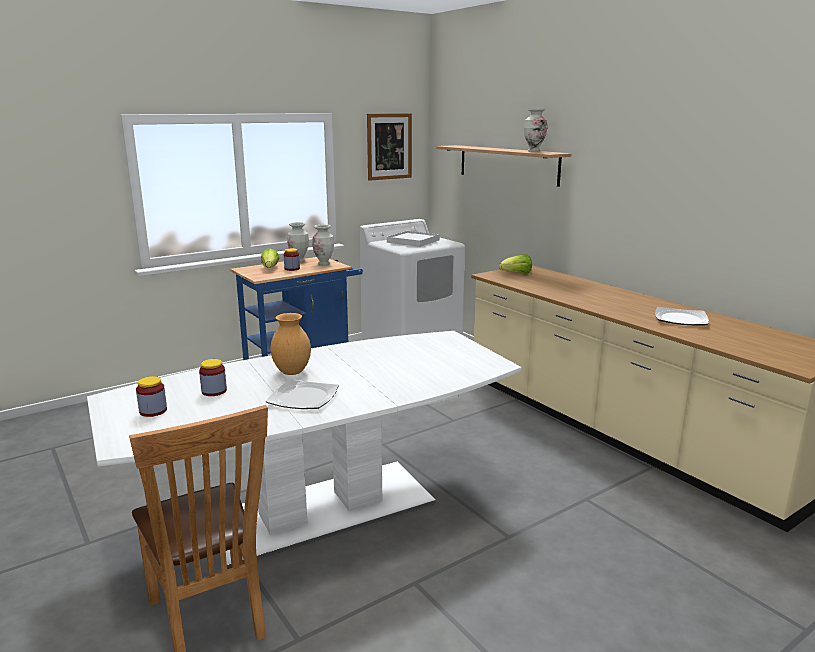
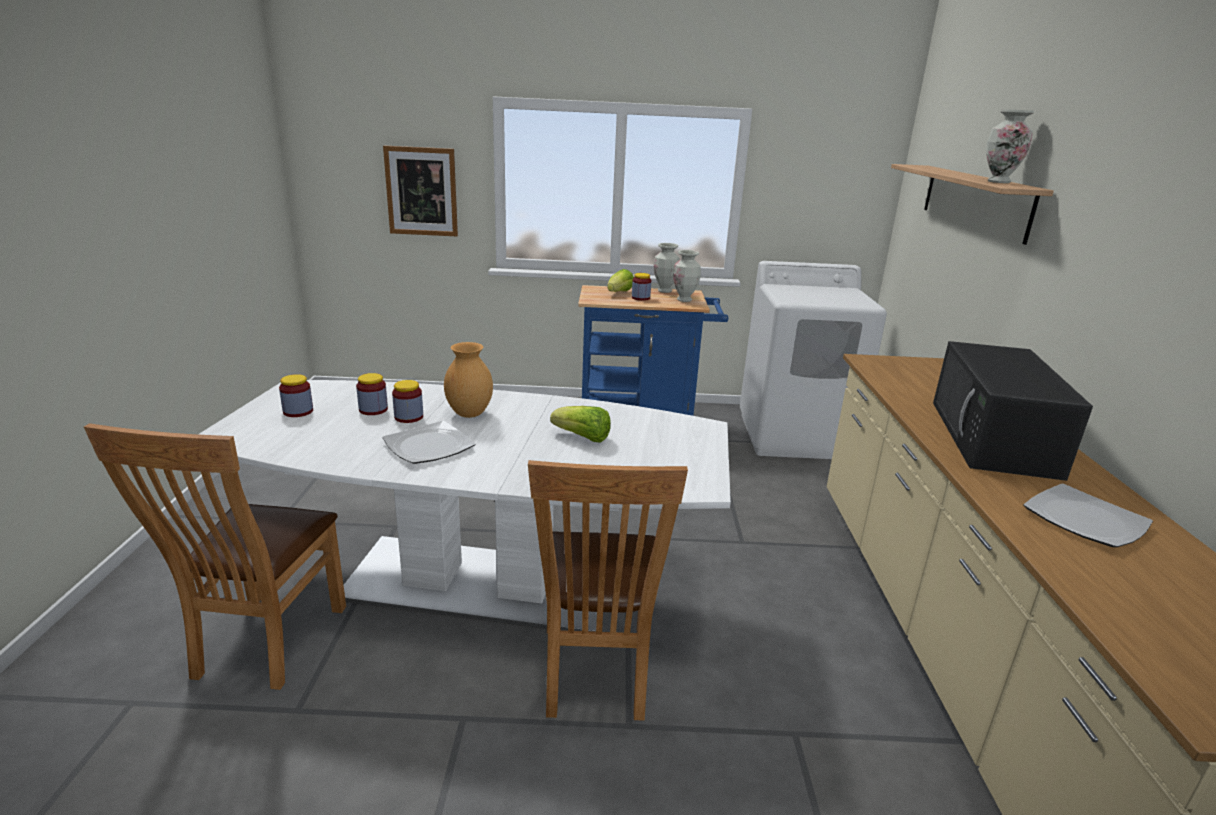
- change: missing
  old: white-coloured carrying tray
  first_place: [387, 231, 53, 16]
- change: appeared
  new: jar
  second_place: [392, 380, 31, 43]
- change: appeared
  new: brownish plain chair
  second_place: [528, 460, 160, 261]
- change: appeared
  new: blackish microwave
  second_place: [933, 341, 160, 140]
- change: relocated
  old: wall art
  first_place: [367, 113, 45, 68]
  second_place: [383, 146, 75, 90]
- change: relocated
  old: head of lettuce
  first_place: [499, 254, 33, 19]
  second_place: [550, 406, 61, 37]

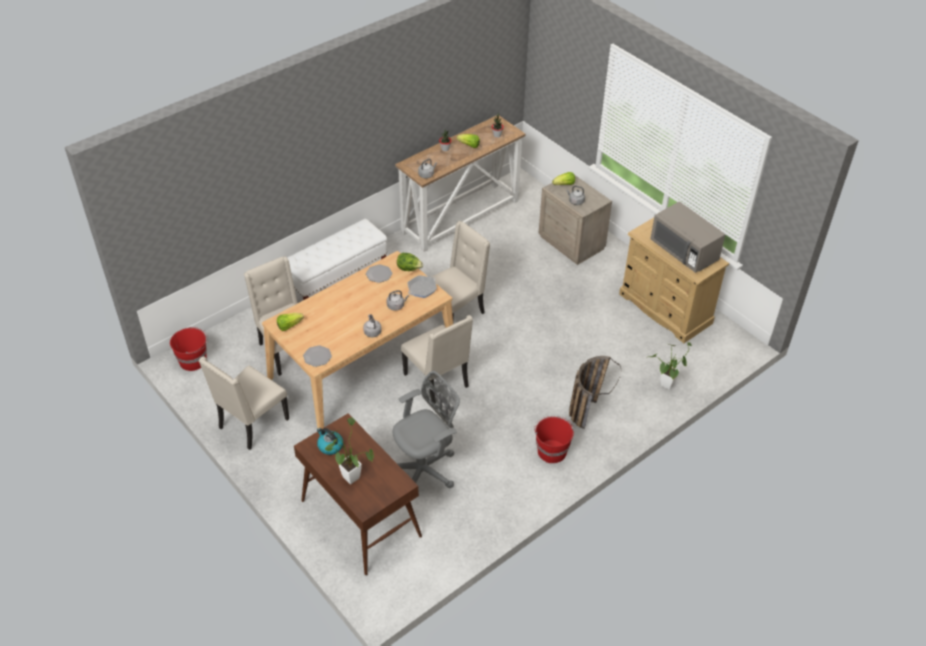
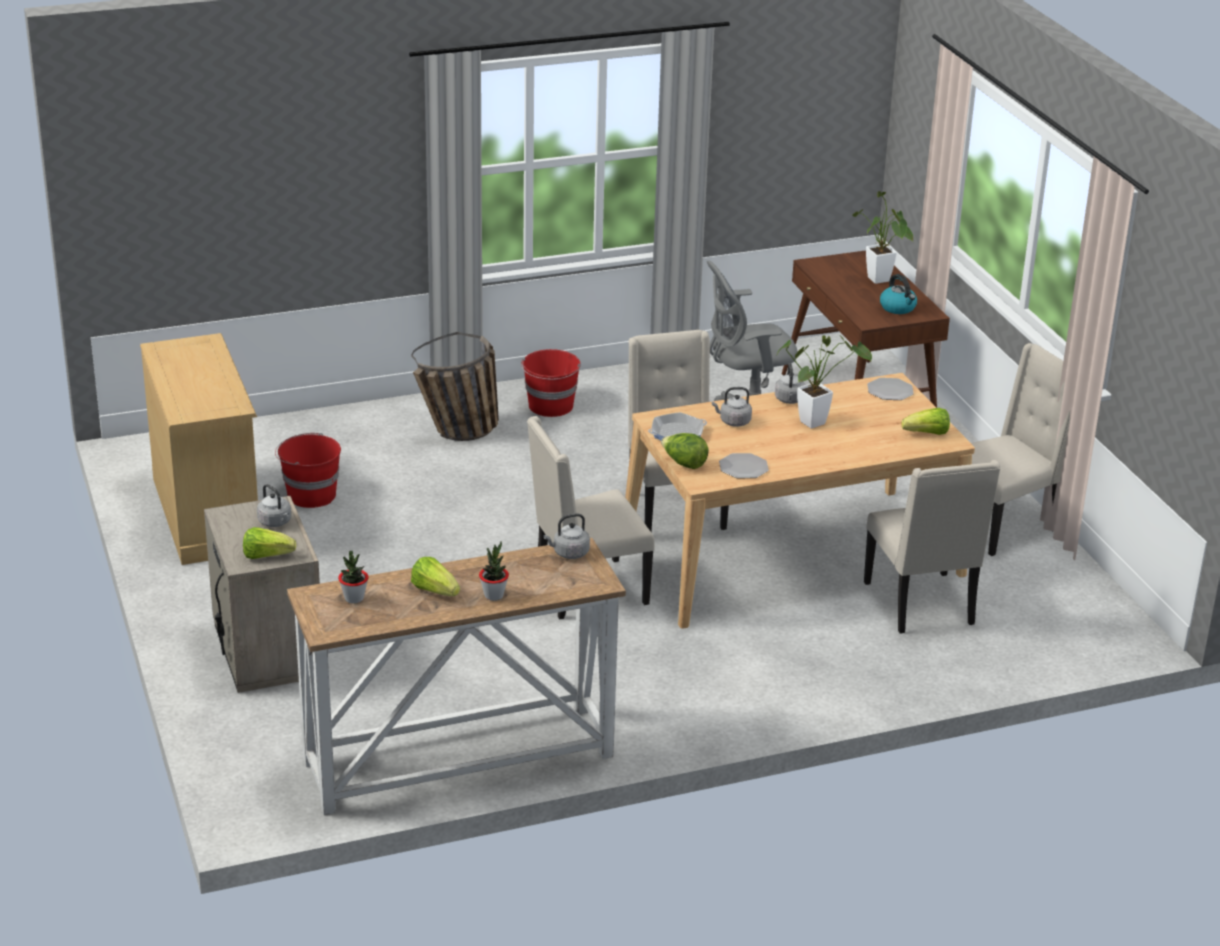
- change: missing
  old: white-coloured bench
  first_place: [287, 219, 100, 81]
- change: missing
  old: greyish microwave
  first_place: [650, 202, 75, 71]
- change: relocated
  old: reddish water bucket
  first_place: [170, 327, 38, 44]
  second_place: [275, 433, 66, 75]
- change: relocated
  old: potted plant
  first_place: [649, 342, 43, 48]
  second_place: [777, 335, 95, 94]

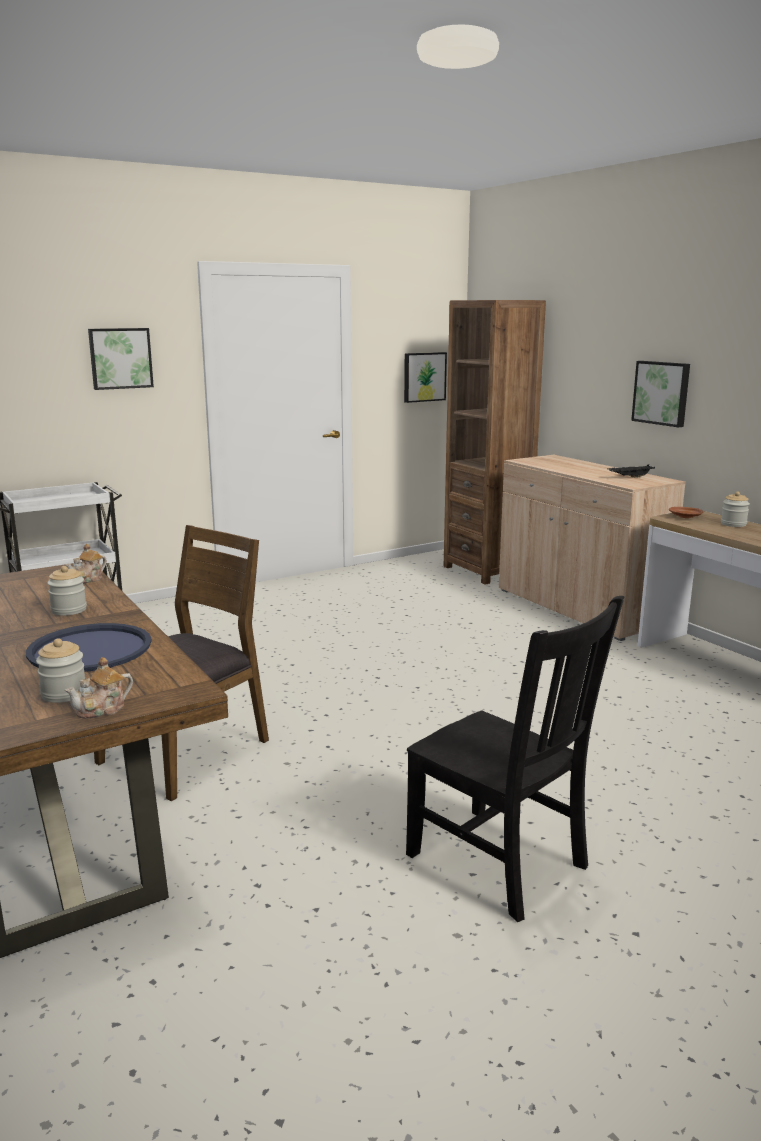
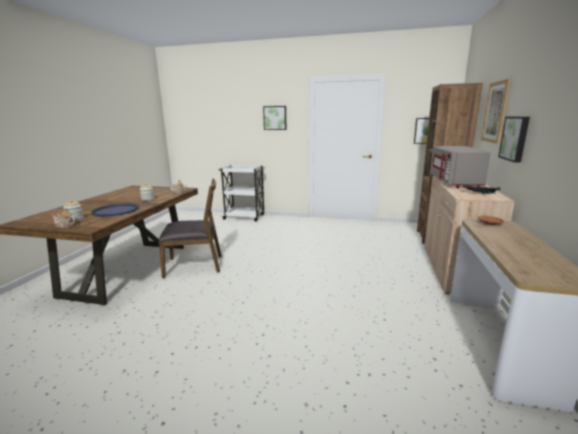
- change: missing
  old: blackish plain chair
  first_place: [406, 596, 218, 326]
- change: missing
  old: jar
  first_place: [721, 492, 29, 35]
- change: appeared
  new: greyish microwave
  second_place: [430, 146, 61, 42]
- change: appeared
  new: wall art
  second_place: [481, 79, 30, 65]

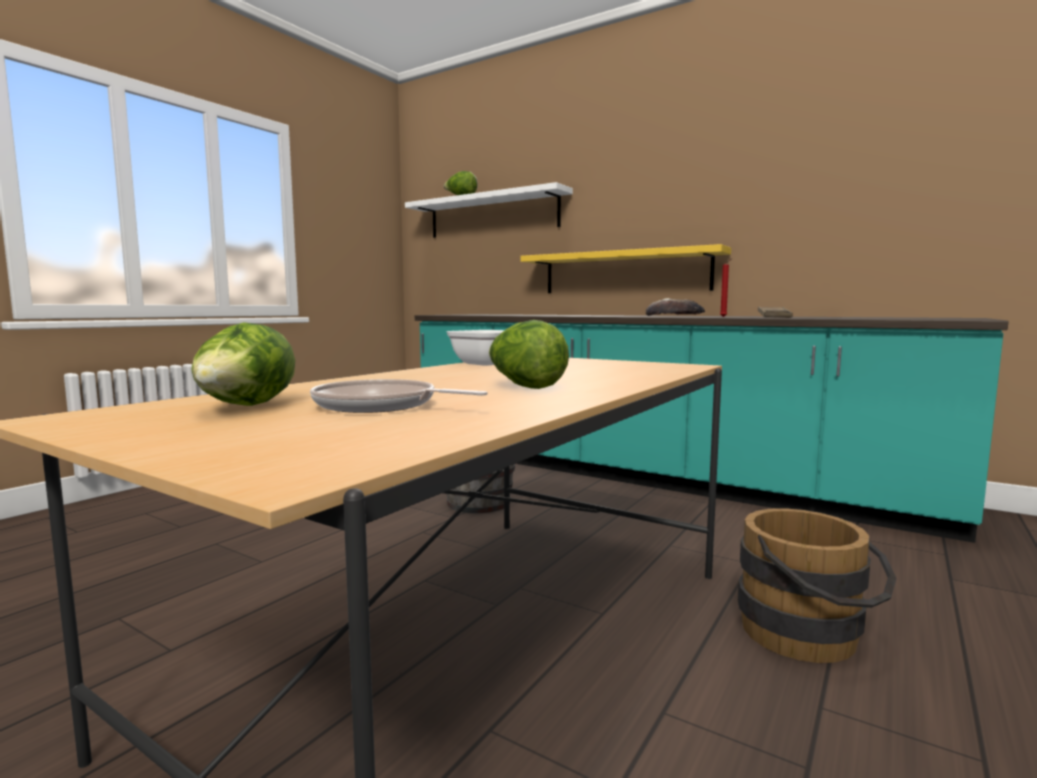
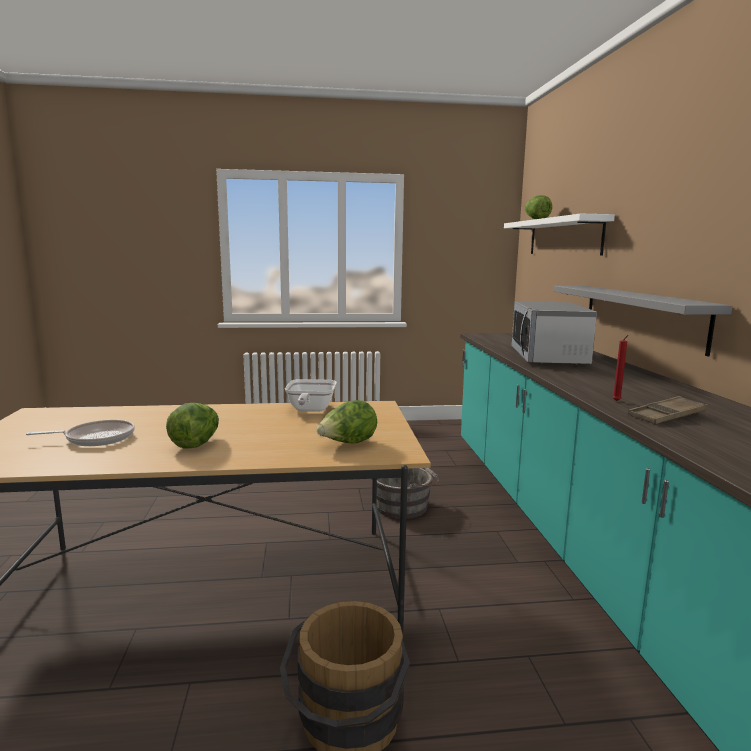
- change: missing
  old: baked bread
  first_place: [646, 298, 59, 18]
- change: appeared
  new: microwave
  second_place: [512, 301, 85, 64]
- change: relocated
  old: head of lettuce
  first_place: [191, 322, 104, 84]
  second_place: [316, 400, 61, 43]
- change: colour
  old: yellow-coloured shelf
  new: greyish shelf
  first_place: [521, 244, 210, 49]
  second_place: [554, 286, 178, 70]
- change: spun
  old: pan
  first_place: [310, 379, 178, 34]
  second_place: [26, 420, 109, 26]
  degrees: 90

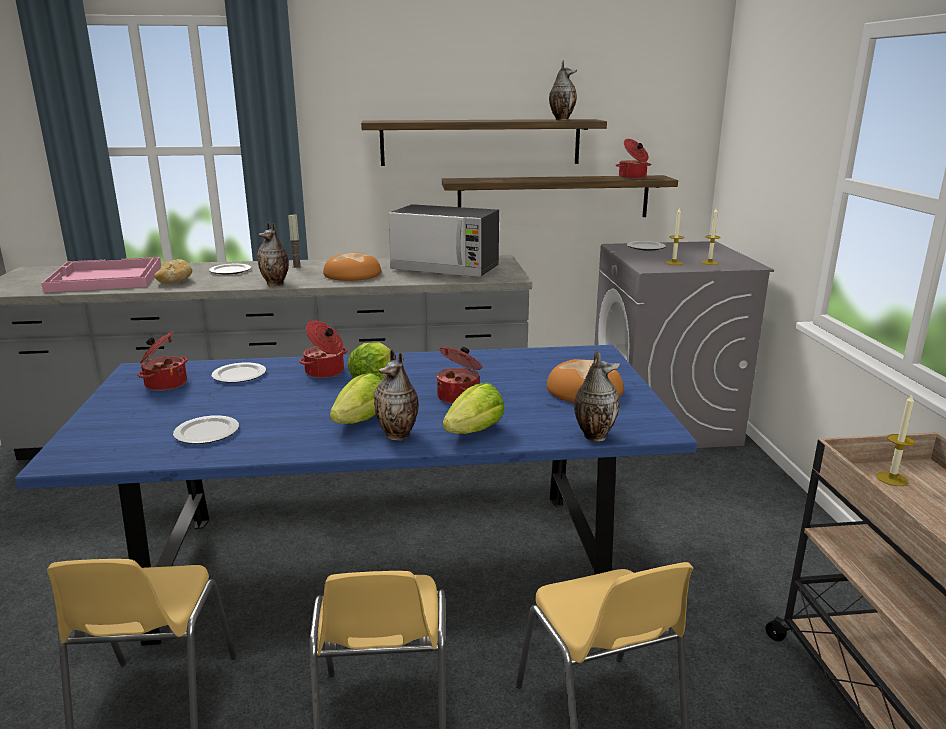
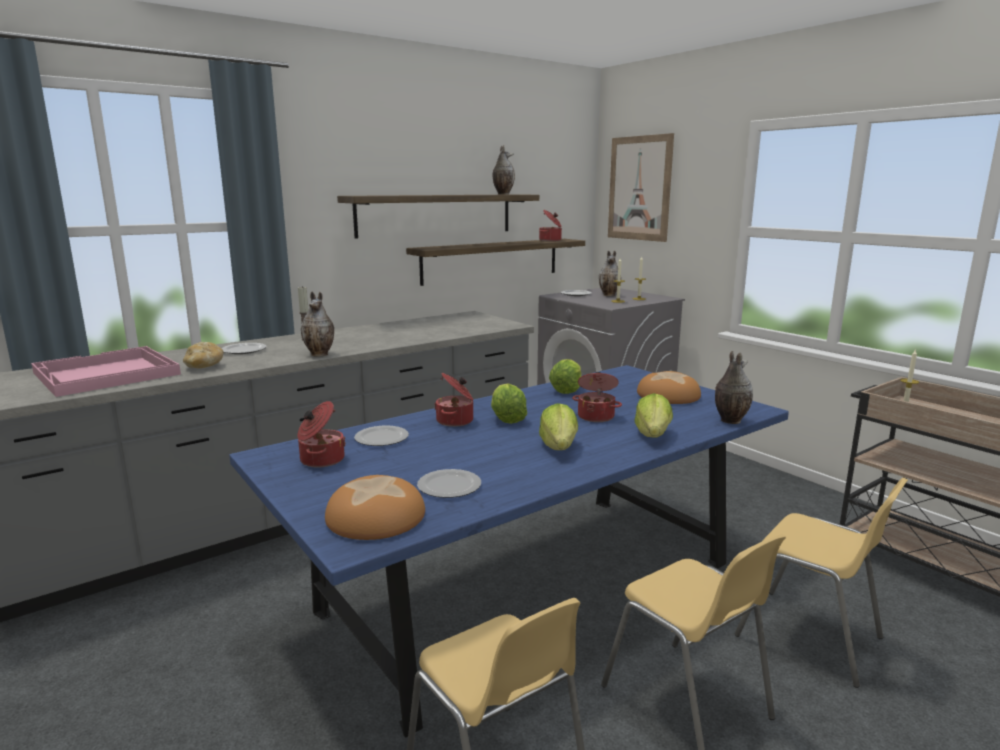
- change: missing
  old: microwave
  first_place: [388, 204, 111, 73]
- change: appeared
  new: head of lettuce
  second_place: [549, 359, 33, 35]
- change: appeared
  new: wall art
  second_place: [608, 133, 66, 109]
- change: relocated
  old: baked bread
  first_place: [323, 252, 58, 29]
  second_place: [325, 475, 100, 65]
- change: relocated
  old: decorative vase
  first_place: [374, 349, 45, 92]
  second_place: [599, 251, 19, 45]

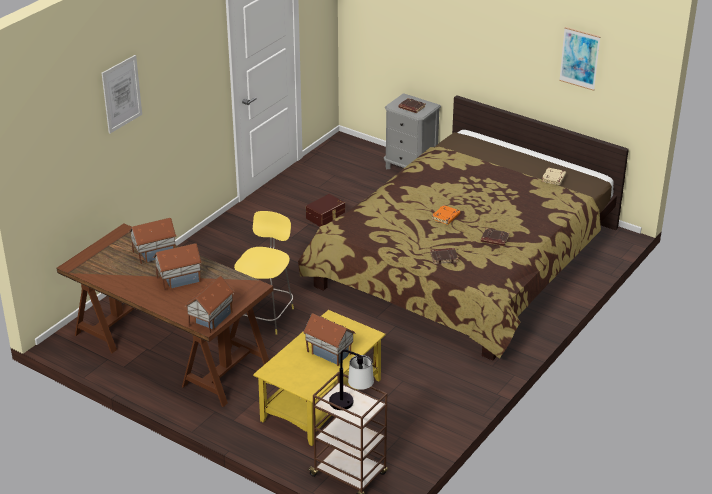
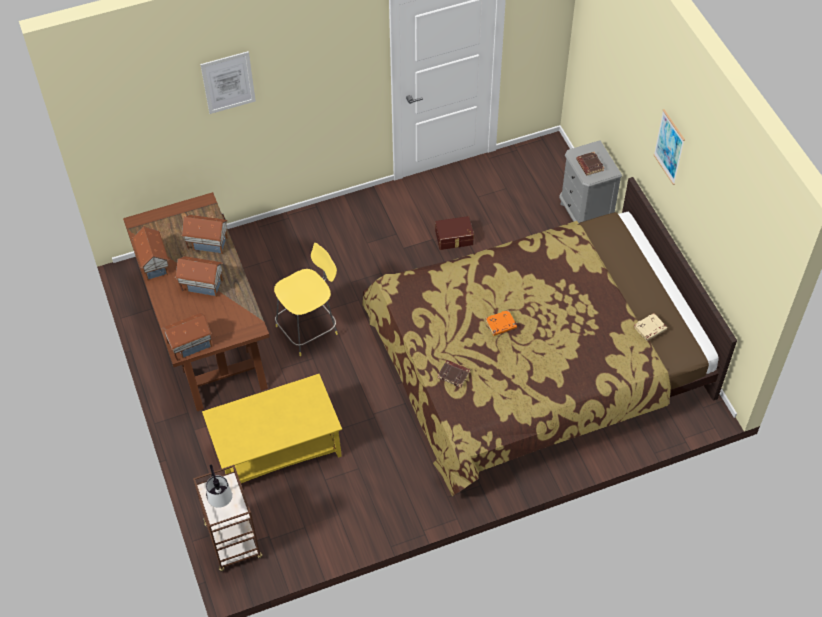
- change: missing
  old: brownish book
  first_place: [481, 228, 28, 18]
- change: relocated
  old: miniature house
  first_place: [303, 313, 52, 53]
  second_place: [132, 226, 37, 55]
- change: relocated
  old: wall art
  first_place: [559, 27, 42, 64]
  second_place: [653, 109, 32, 76]

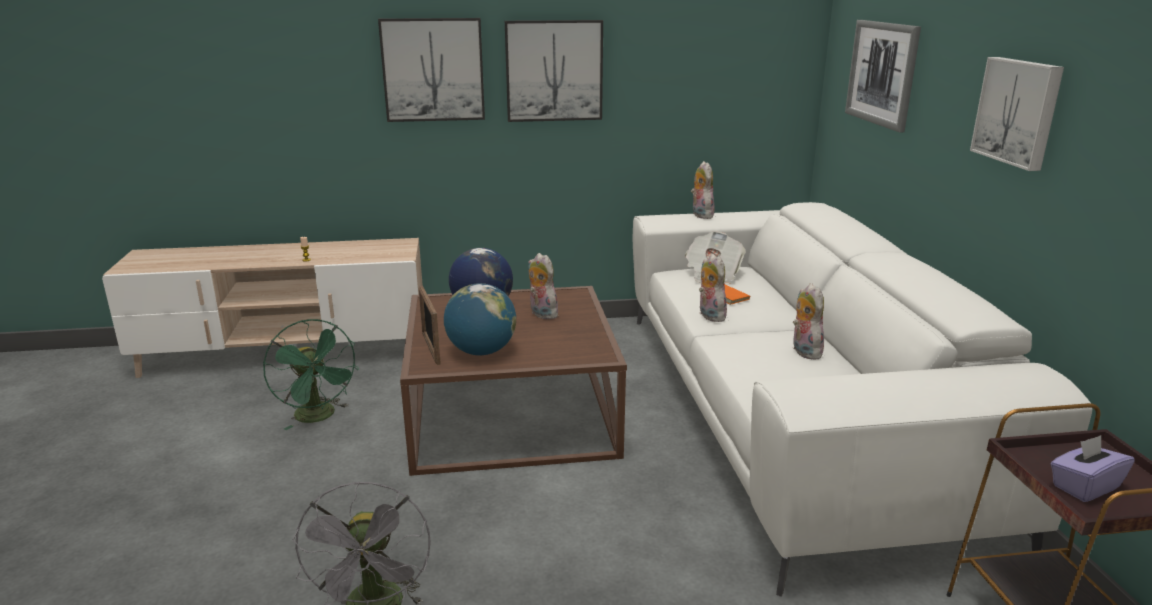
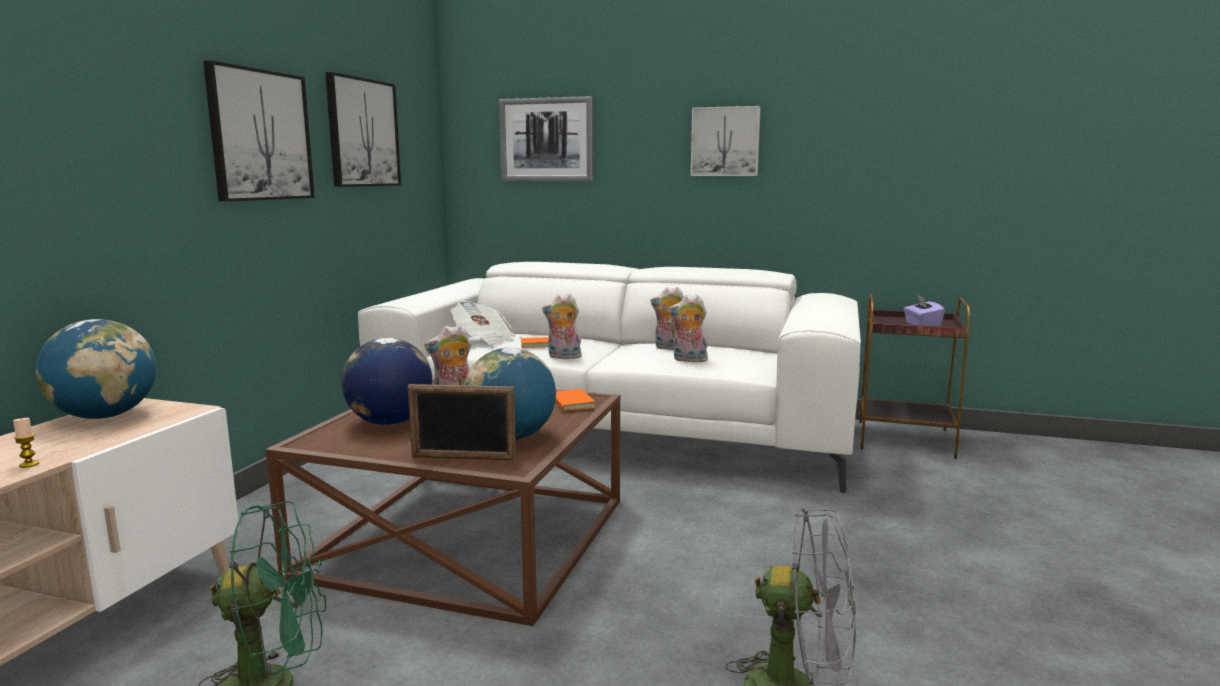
- change: appeared
  new: world globe
  second_place: [35, 319, 121, 100]
- change: appeared
  new: orange book
  second_place: [555, 389, 40, 22]
- change: relocated
  old: wall art
  first_place: [378, 18, 107, 104]
  second_place: [325, 72, 76, 115]
- change: relocated
  old: plush toy
  first_place: [691, 161, 24, 58]
  second_place: [669, 295, 40, 67]

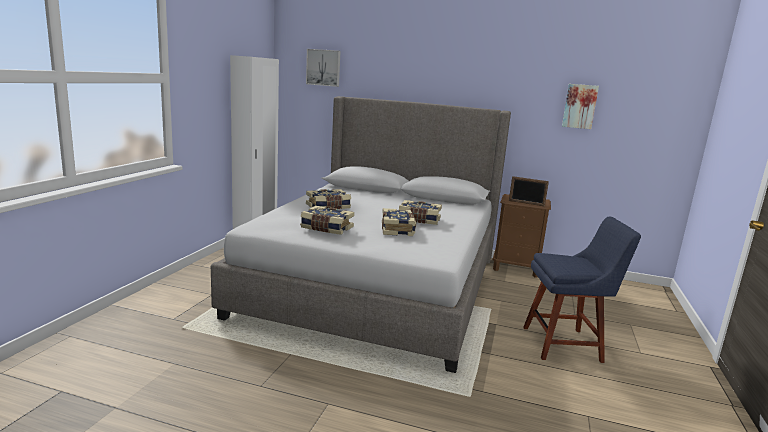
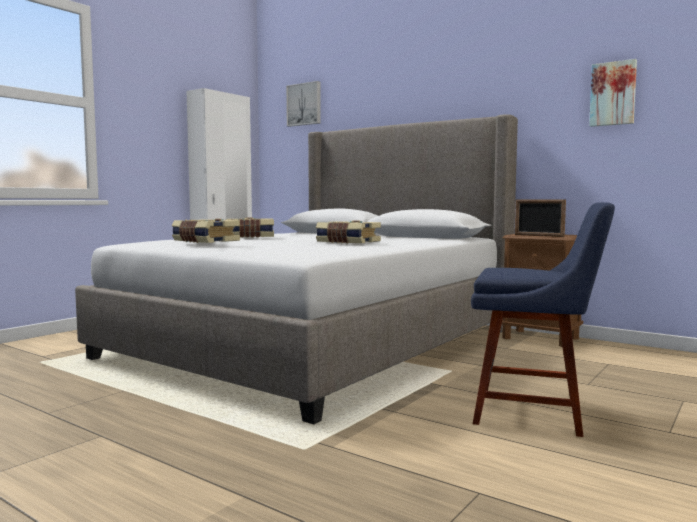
- change: missing
  old: book
  first_place: [382, 208, 34, 28]

